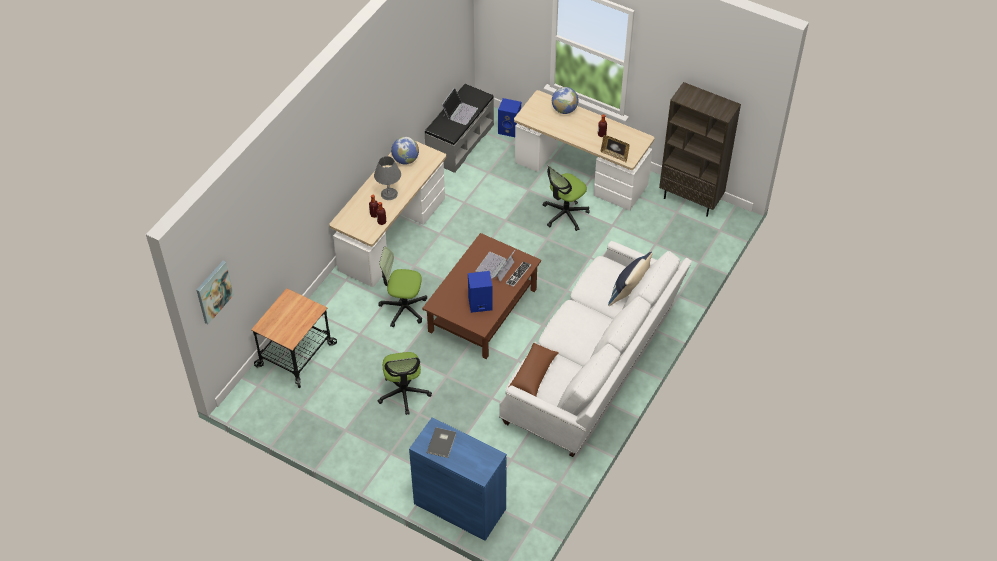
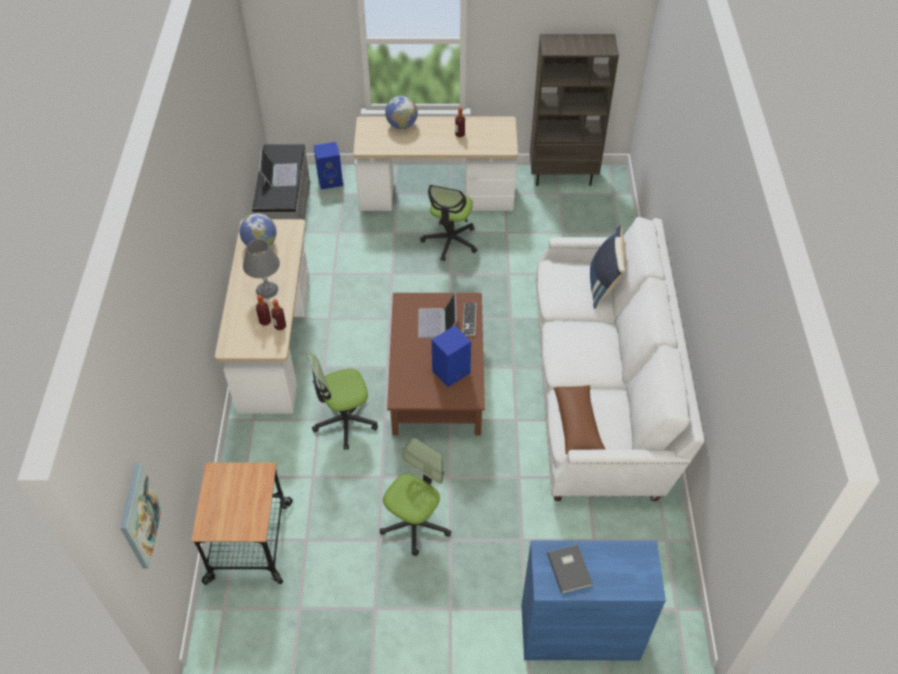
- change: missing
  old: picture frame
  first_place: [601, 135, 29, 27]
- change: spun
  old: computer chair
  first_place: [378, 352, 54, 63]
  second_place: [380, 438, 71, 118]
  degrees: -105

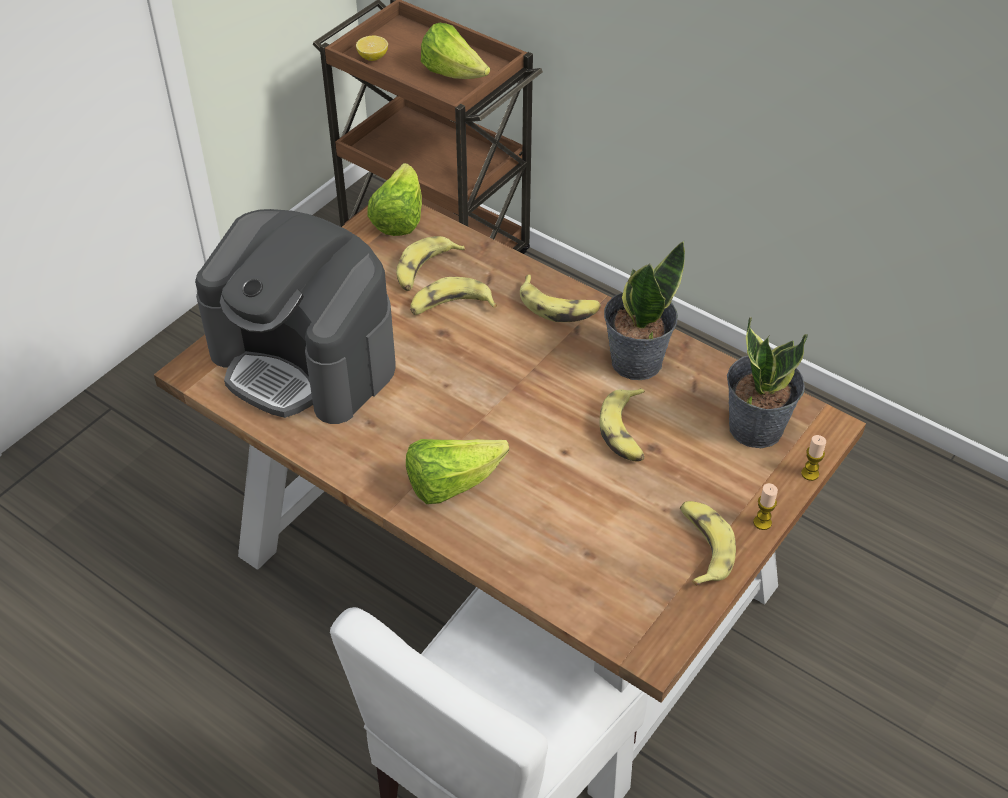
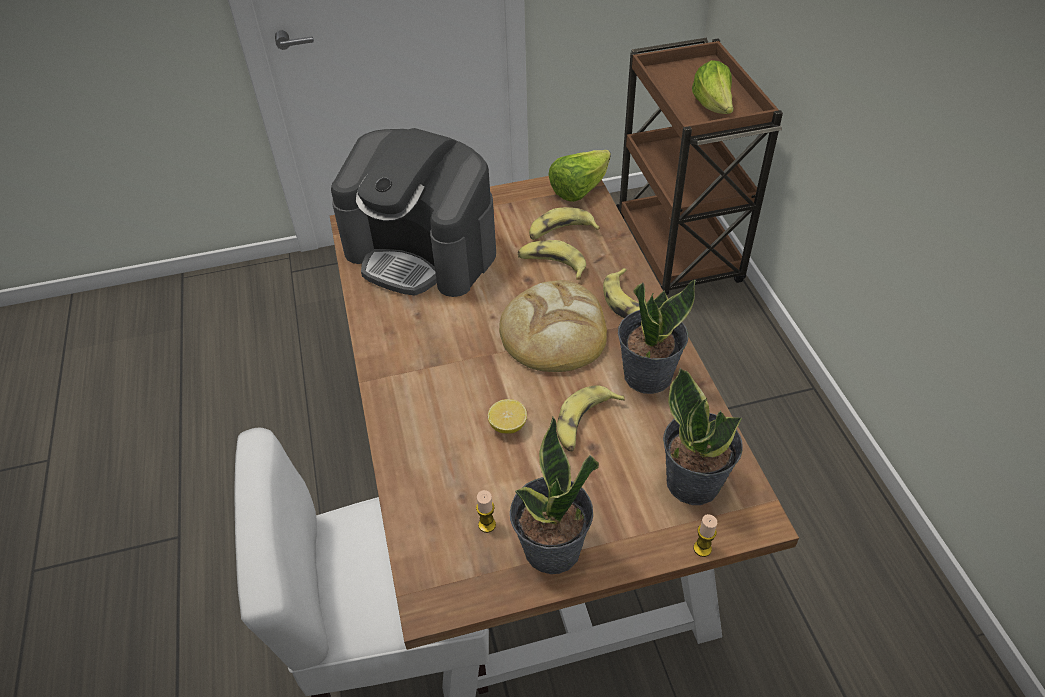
- change: missing
  old: head of lettuce
  first_place: [406, 439, 103, 65]
- change: appeared
  new: baked bread
  second_place: [499, 280, 108, 92]
- change: relocated
  old: lemon
  first_place: [356, 36, 32, 25]
  second_place: [488, 399, 39, 35]
- change: relocated
  old: wax light
  first_place: [753, 483, 25, 47]
  second_place: [476, 490, 20, 43]
- change: exchanged
  old: banana
  new: potted plant
  first_place: [680, 501, 56, 85]
  second_place: [510, 417, 89, 157]
- change: spun
  old: coffee machine
  first_place: [195, 209, 201, 215]
  second_place: [331, 128, 165, 169]
  degrees: -45

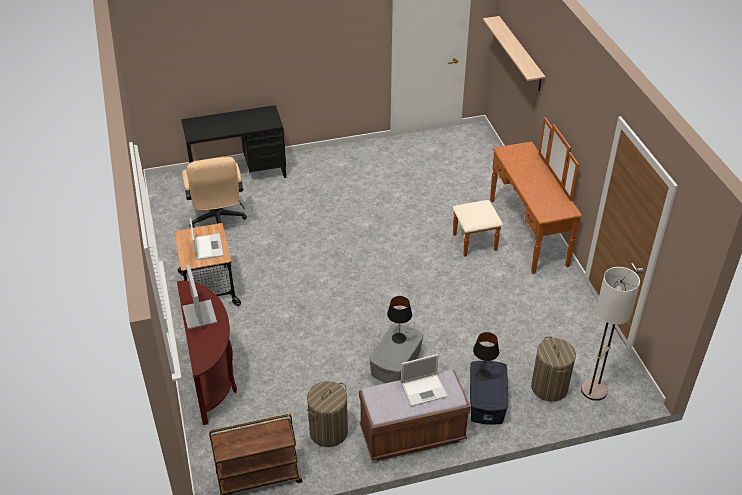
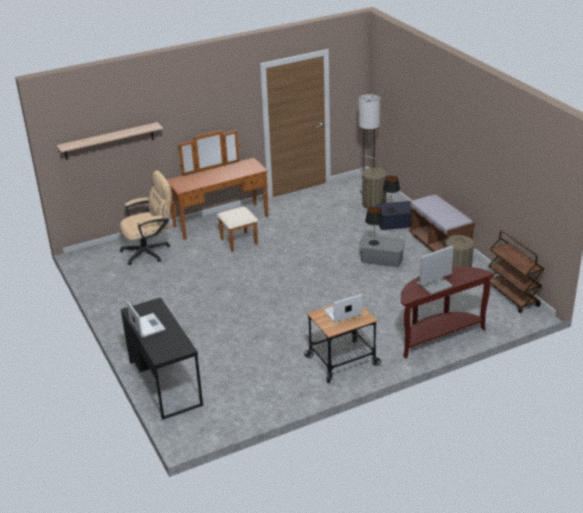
- change: relocated
  old: sand-coloured computer chair
  first_place: [182, 157, 65, 71]
  second_place: [119, 170, 53, 95]
- change: relocated
  old: laptop
  first_place: [401, 354, 47, 52]
  second_place: [127, 301, 38, 36]

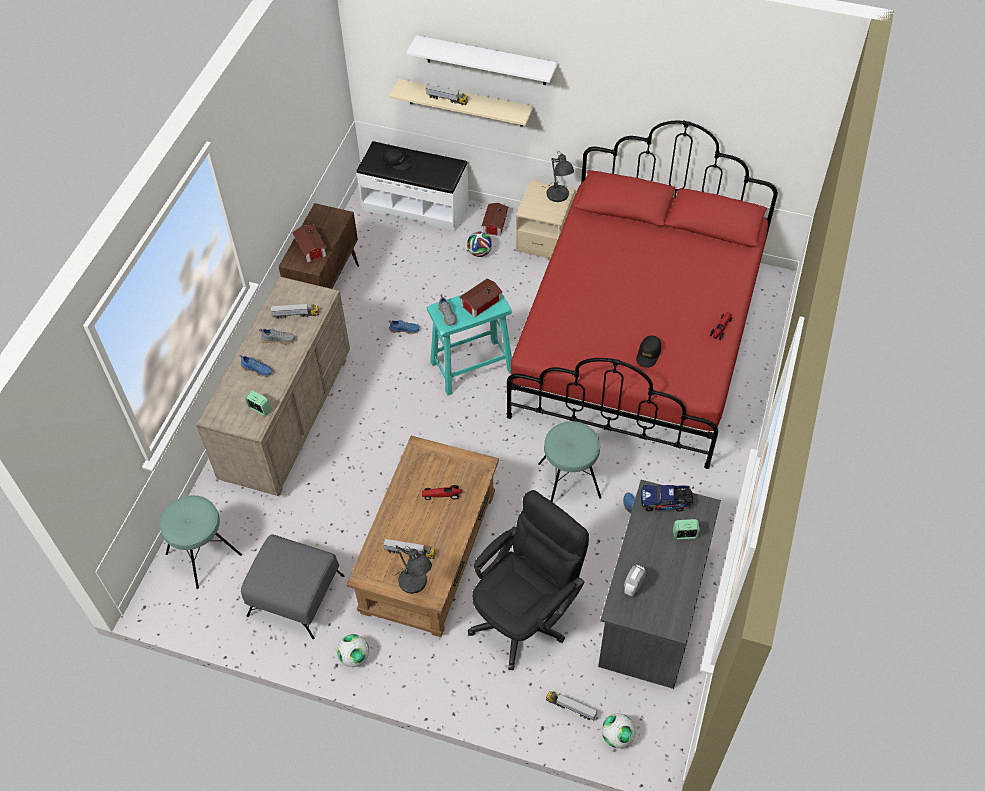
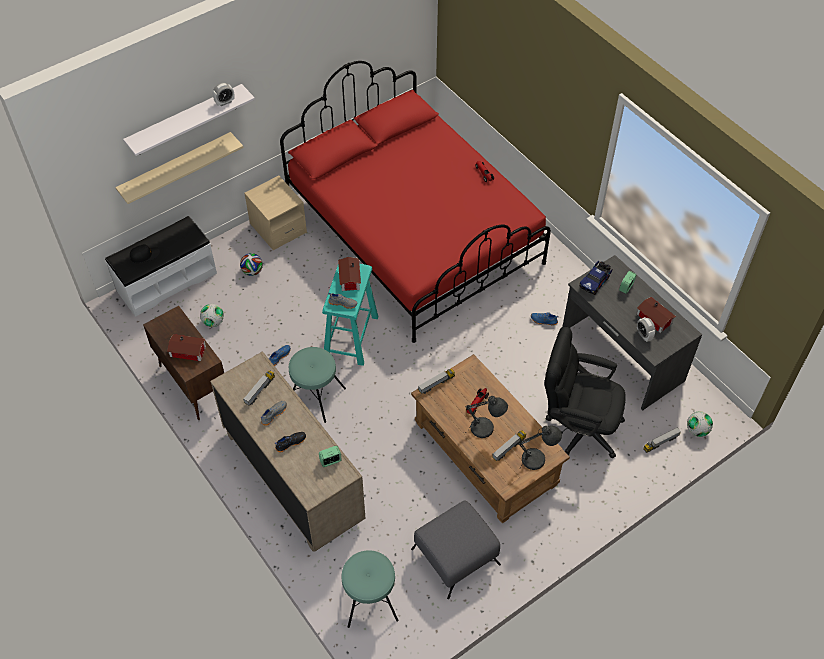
- change: missing
  old: blackish cap
  first_place: [636, 335, 25, 33]
- change: appeared
  new: table clock
  second_place: [213, 83, 21, 23]
- change: relocated
  old: football
  first_place: [337, 634, 32, 33]
  second_place: [200, 304, 24, 23]
- change: relocated
  old: toy lorry
  first_place: [425, 85, 43, 20]
  second_place: [418, 369, 37, 25]
- change: relocated
  old: miniature house
  first_place: [482, 203, 26, 33]
  second_place: [637, 297, 39, 36]
- change: relocated
  old: blue-green stool
  first_place: [538, 421, 63, 81]
  second_place: [289, 347, 57, 76]
- change: relocated
  old: greyish lamp for a table
  first_place: [544, 151, 30, 51]
  second_place: [465, 396, 43, 42]
- change: colour
  old: blue-coloured shoe
  new: blackish shoe
  first_place: [239, 355, 34, 22]
  second_place: [275, 432, 31, 20]
- change: spun
  old: blackish computer chair
  first_place: [468, 490, 121, 180]
  second_place: [545, 327, 81, 132]
  degrees: -60

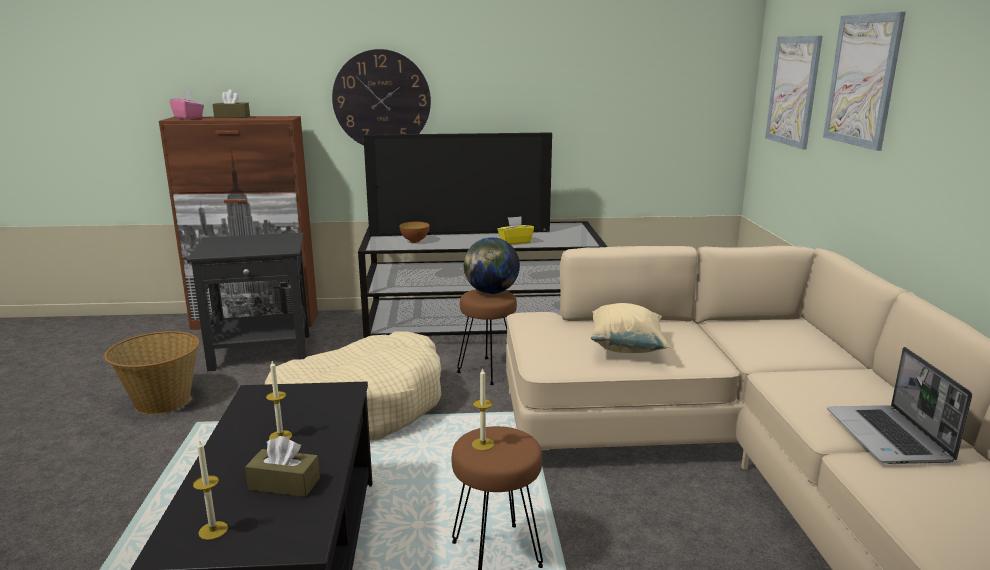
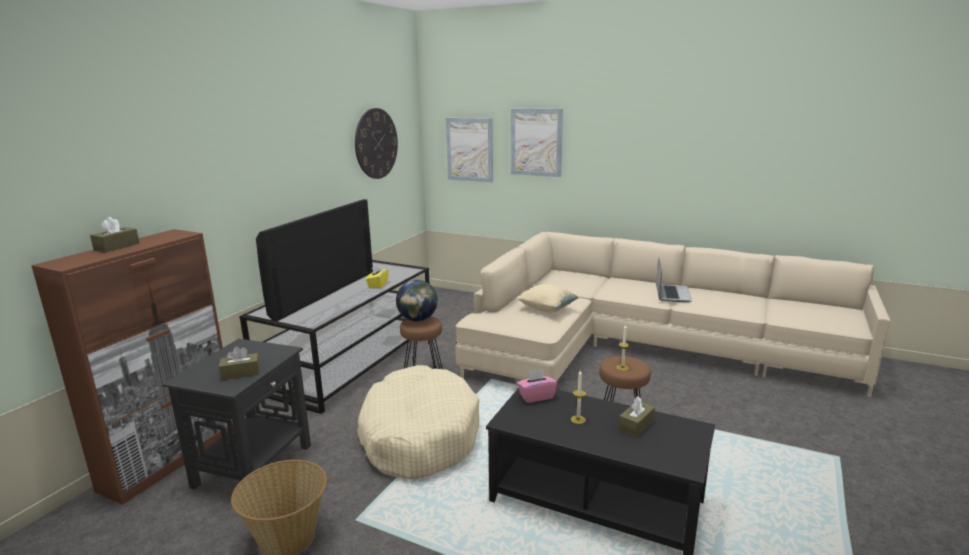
- change: missing
  old: wax light
  first_place: [193, 439, 35, 101]
- change: missing
  old: deep dish
  first_place: [399, 222, 31, 21]
- change: appeared
  new: brownish box of tissues
  second_place: [219, 346, 41, 34]
- change: relocated
  old: pink box of tissues
  first_place: [170, 92, 34, 27]
  second_place: [517, 369, 41, 34]
- change: relocated
  old: wall clock
  first_place: [332, 49, 99, 96]
  second_place: [355, 108, 43, 71]
- change: spun
  old: laptop
  first_place: [827, 347, 145, 117]
  second_place: [656, 258, 36, 44]
  degrees: -105

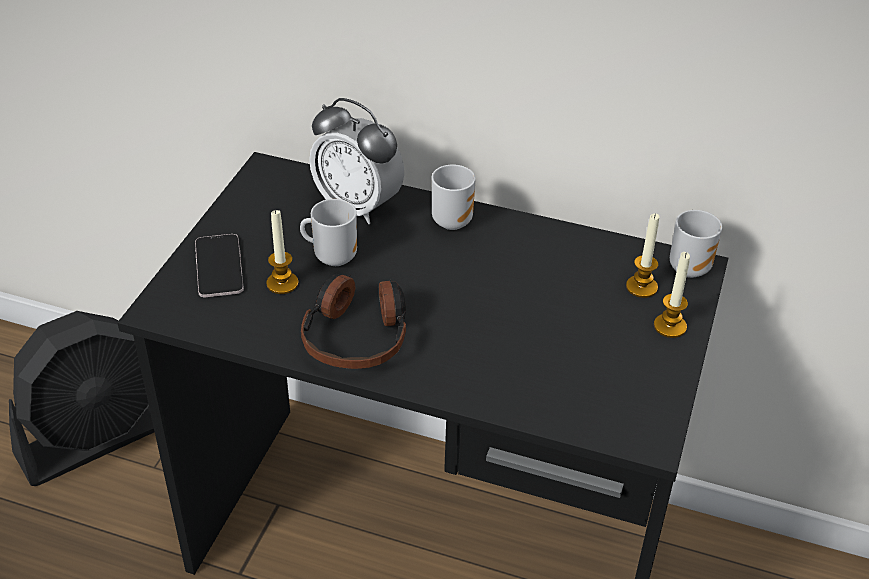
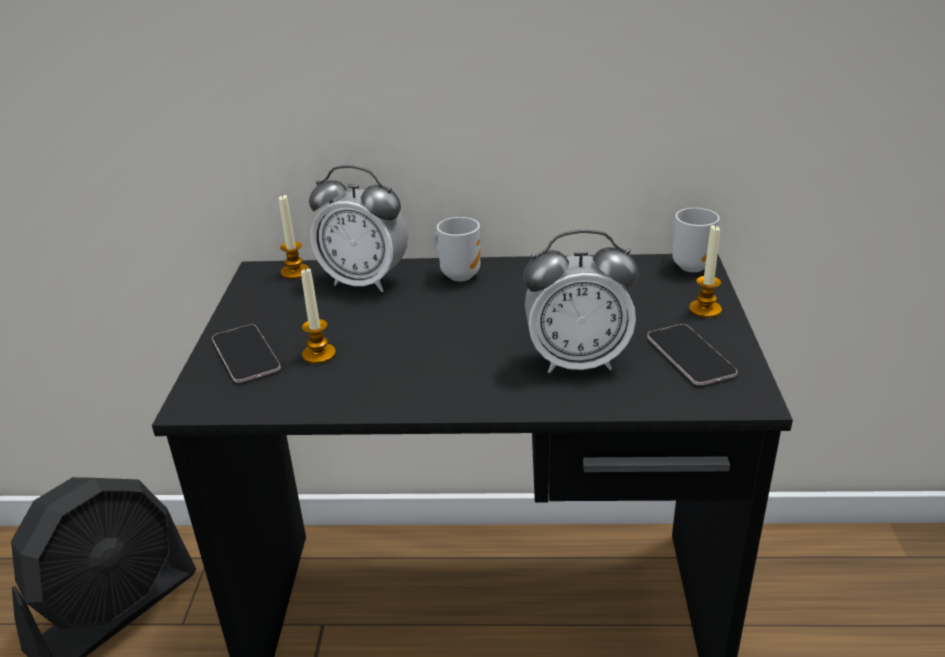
- change: missing
  old: mug
  first_place: [300, 199, 57, 67]
- change: missing
  old: pair of headphones
  first_place: [301, 274, 105, 95]
- change: appeared
  new: table clock
  second_place: [523, 230, 116, 143]
- change: appeared
  new: telephone
  second_place: [647, 324, 91, 62]
- change: relocated
  old: wax light
  first_place: [626, 213, 34, 85]
  second_place: [279, 194, 30, 85]

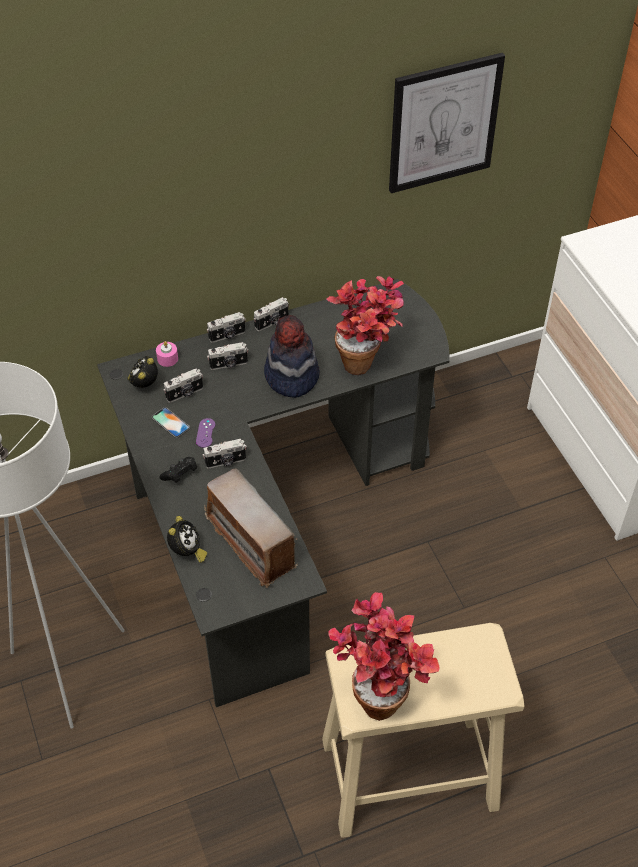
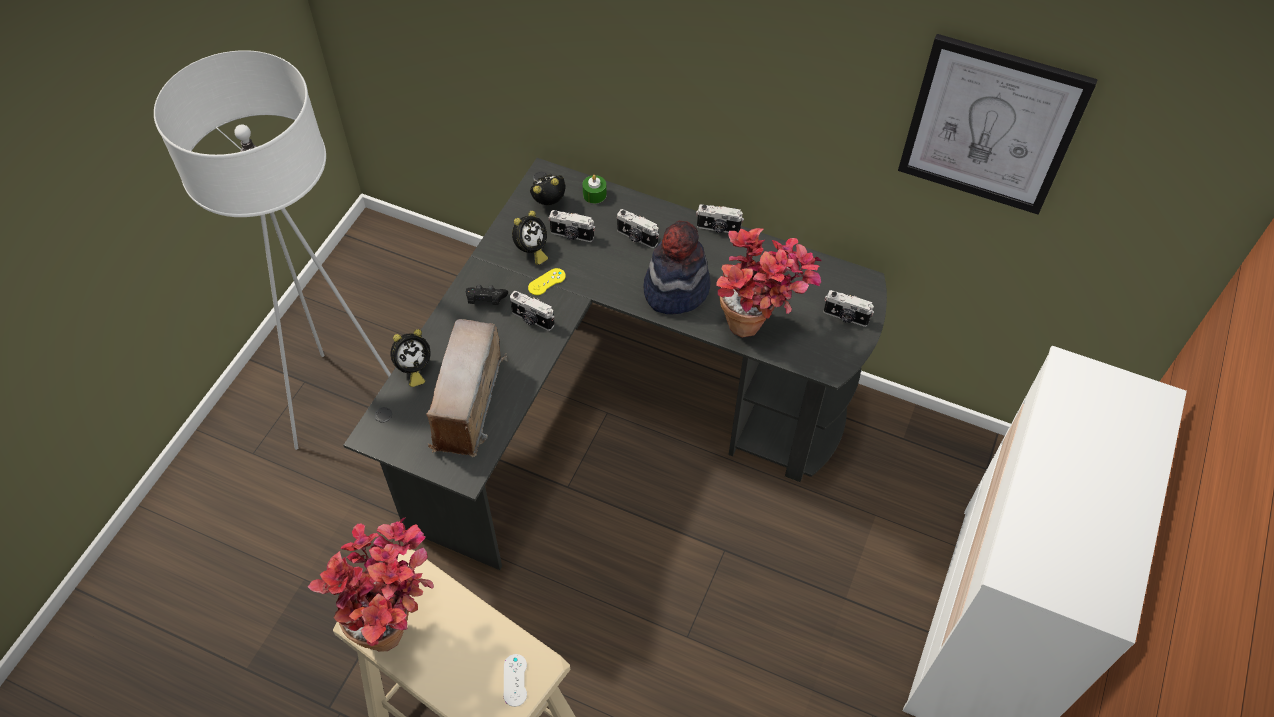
- change: appeared
  new: white-coloured game controller
  second_place: [504, 654, 23, 53]
- change: relocated
  old: still camera
  first_place: [207, 312, 39, 31]
  second_place: [823, 290, 51, 37]
- change: exchanged
  old: telephone
  new: table clock
  first_place: [152, 407, 38, 31]
  second_place: [512, 211, 36, 54]
- change: colour
  old: pink wax light
  new: greenish wax light
  first_place: [156, 341, 22, 26]
  second_place: [583, 175, 24, 29]
- change: colour
  old: purple-coloured game controller
  new: yellow-coloured game controller
  first_place: [196, 418, 19, 30]
  second_place: [528, 268, 38, 27]

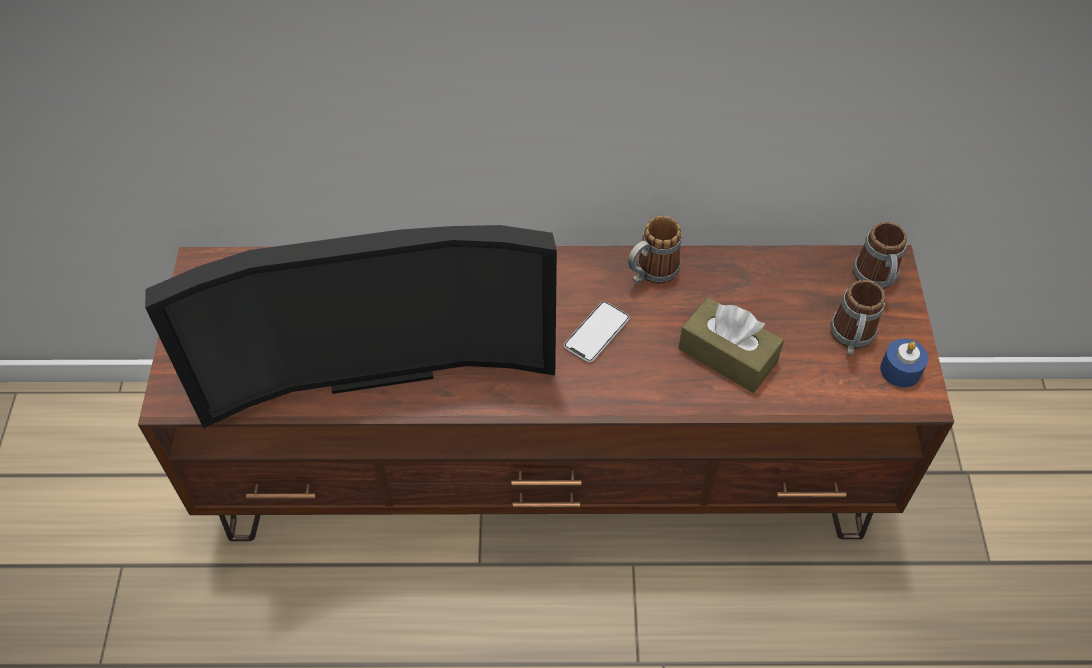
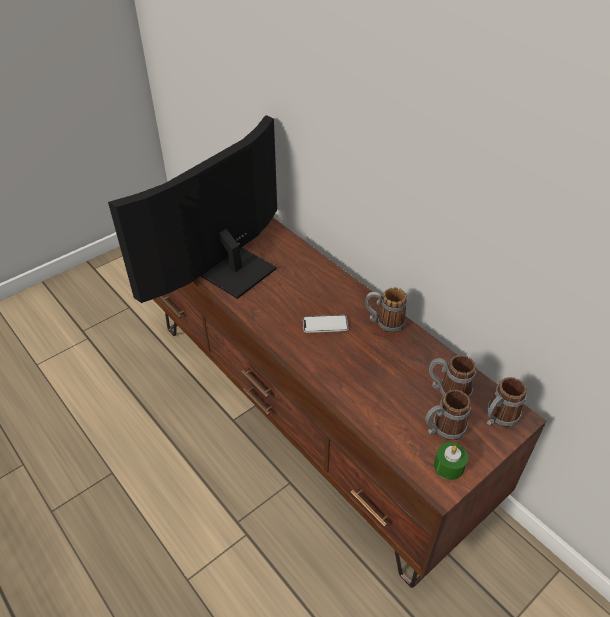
- change: missing
  old: brownish box of tissues
  first_place: [679, 297, 105, 96]
- change: appeared
  new: mug
  second_place: [429, 355, 47, 44]
- change: colour
  old: blue-coloured wax light
  new: greenish wax light
  first_place: [880, 339, 48, 48]
  second_place: [434, 442, 34, 38]
- change: spun
  old: TV set
  first_place: [145, 225, 412, 204]
  second_place: [108, 115, 169, 188]
  degrees: 90

